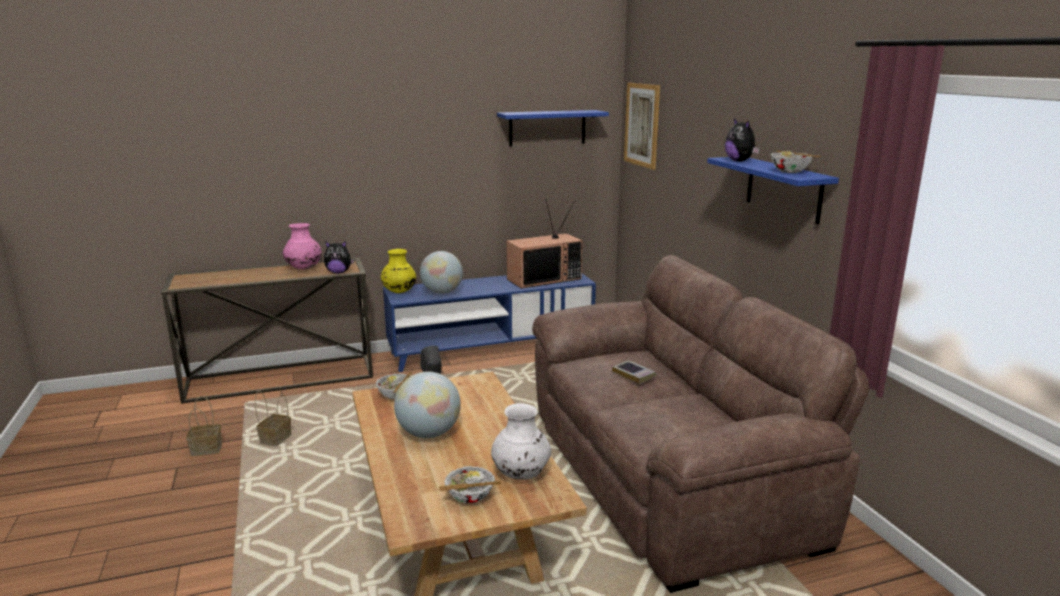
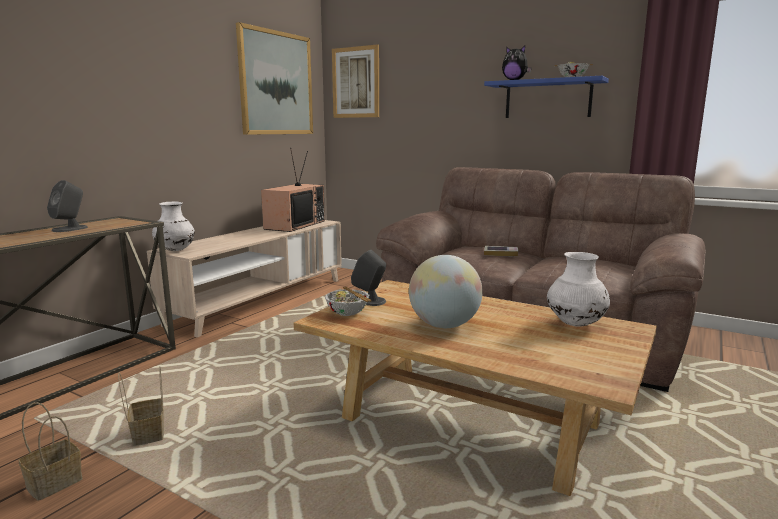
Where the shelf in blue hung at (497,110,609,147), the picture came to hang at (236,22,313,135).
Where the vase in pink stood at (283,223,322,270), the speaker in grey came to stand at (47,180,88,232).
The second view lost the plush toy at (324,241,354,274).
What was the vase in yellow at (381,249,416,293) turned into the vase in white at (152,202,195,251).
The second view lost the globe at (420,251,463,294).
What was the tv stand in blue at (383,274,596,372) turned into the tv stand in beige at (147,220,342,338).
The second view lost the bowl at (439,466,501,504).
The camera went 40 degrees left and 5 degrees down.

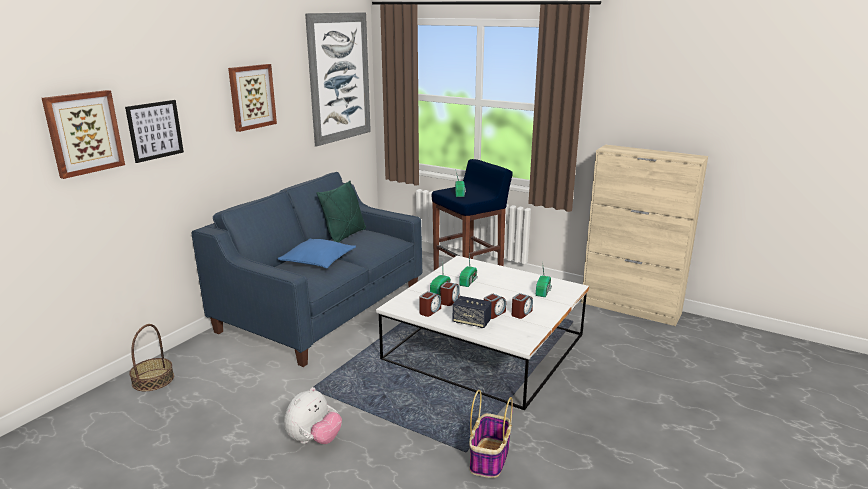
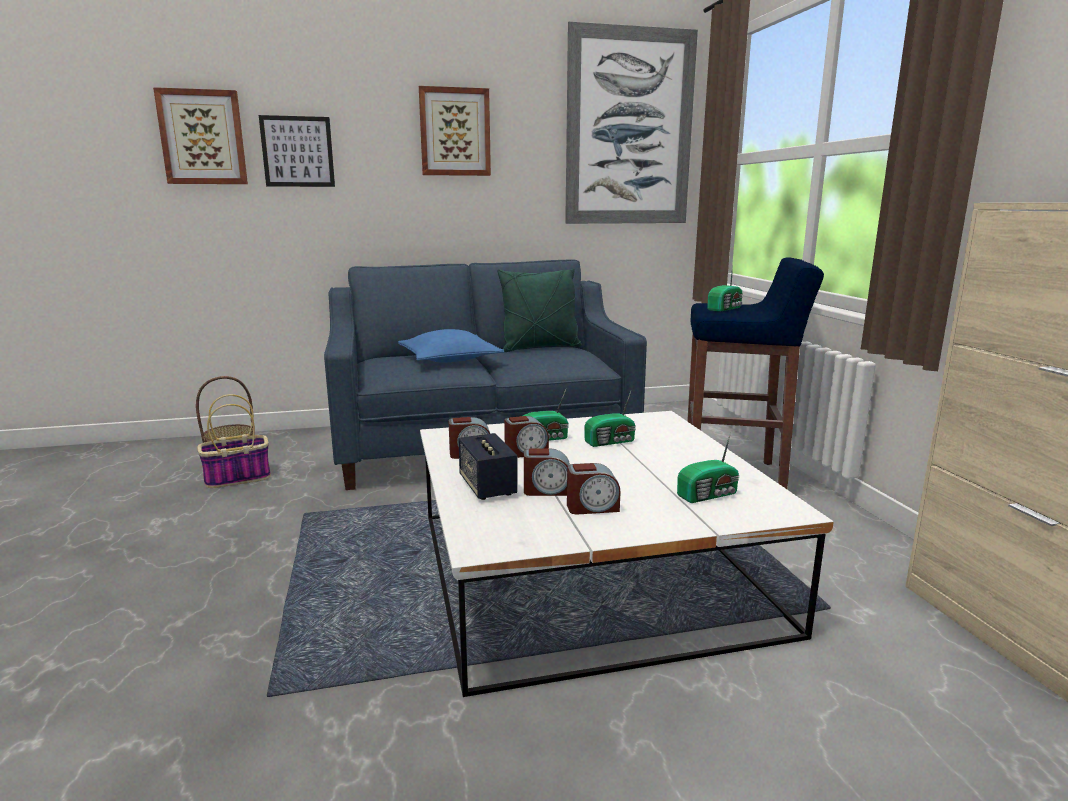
The second view lost the plush toy at (284,387,342,444).
The basket ended up elsewhere, having gone from (469,390,513,478) to (197,394,271,488).
The camera went 45 degrees right and 5 degrees down.

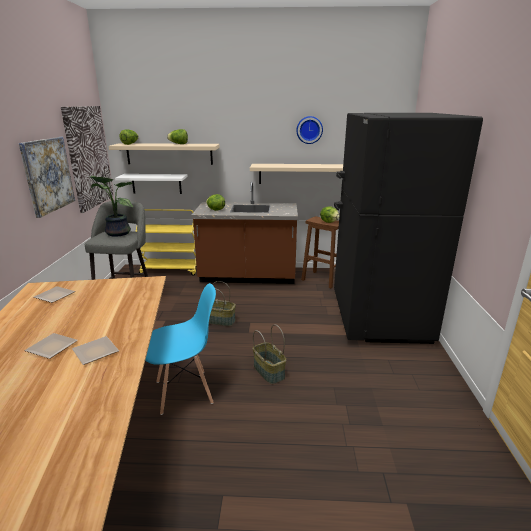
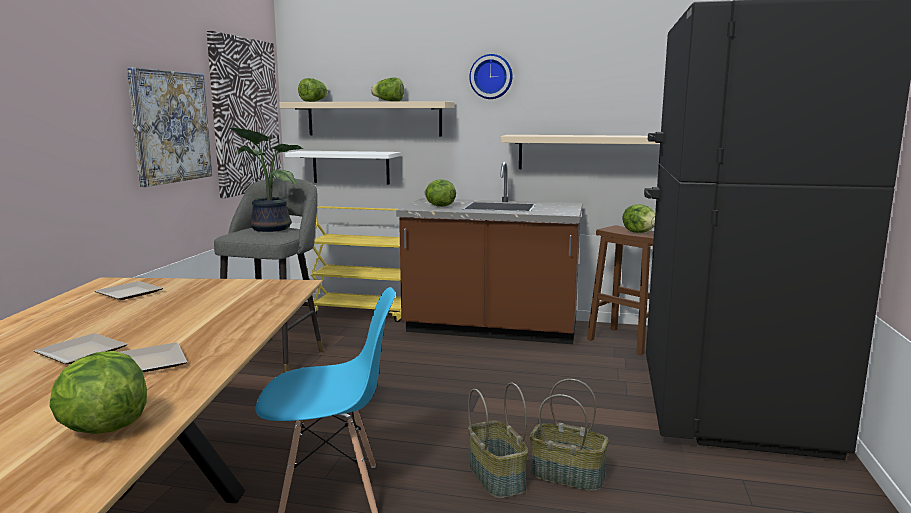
The wall clock ended up elsewhere, having gone from (296,116,323,144) to (469,54,513,99).
The basket ended up elsewhere, having gone from (209,281,236,326) to (530,379,609,491).
The second view gained the lettuce at (49,351,147,434).
The camera went 10 degrees right and 10 degrees down.

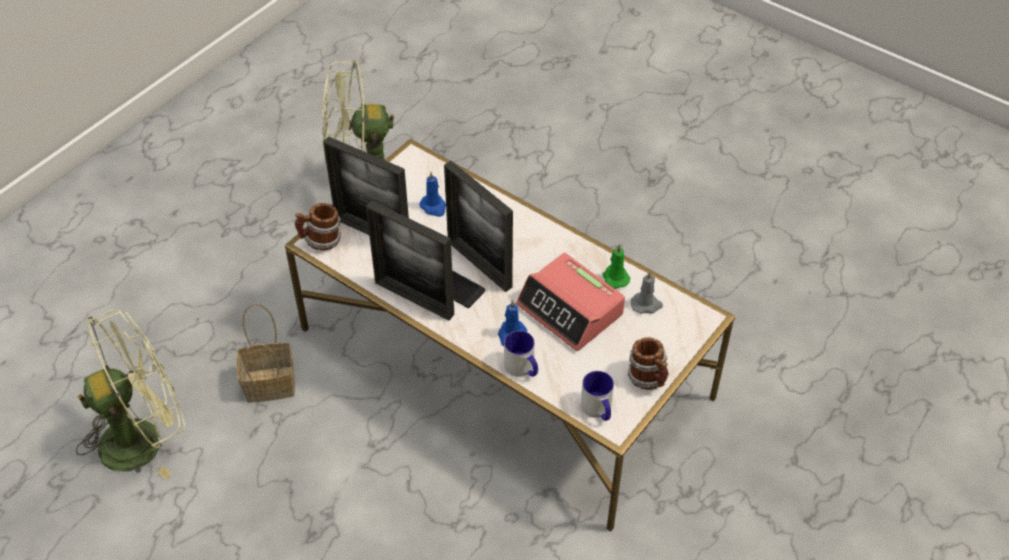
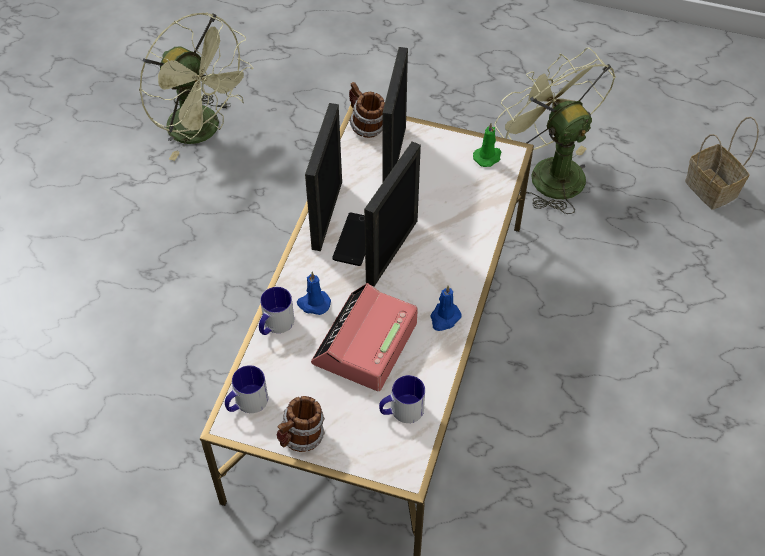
The candle in blue ended up elsewhere, having gone from (419,172,446,217) to (430,285,461,331).
The candle in green ended up elsewhere, having gone from (603,244,631,289) to (473,123,501,167).
Where the candle in grey stood at (631,271,663,314), the mug came to stand at (379,375,425,423).
The basket ended up elsewhere, having gone from (237,304,295,403) to (685,117,759,210).
The camera went 70 degrees right and 5 degrees up.

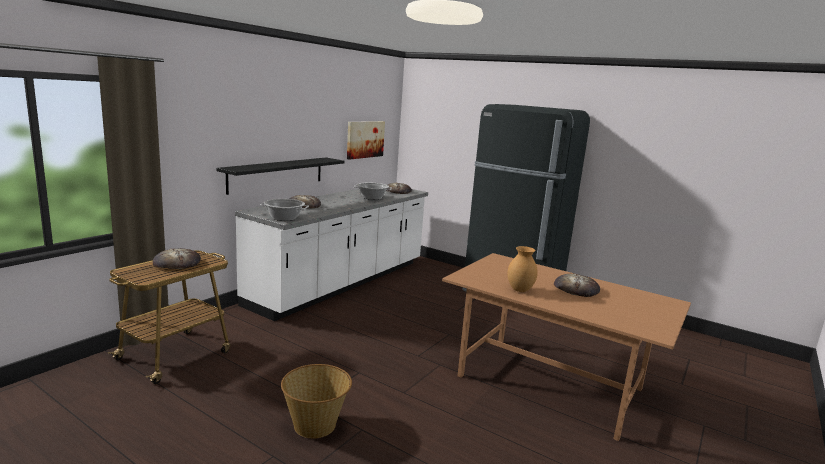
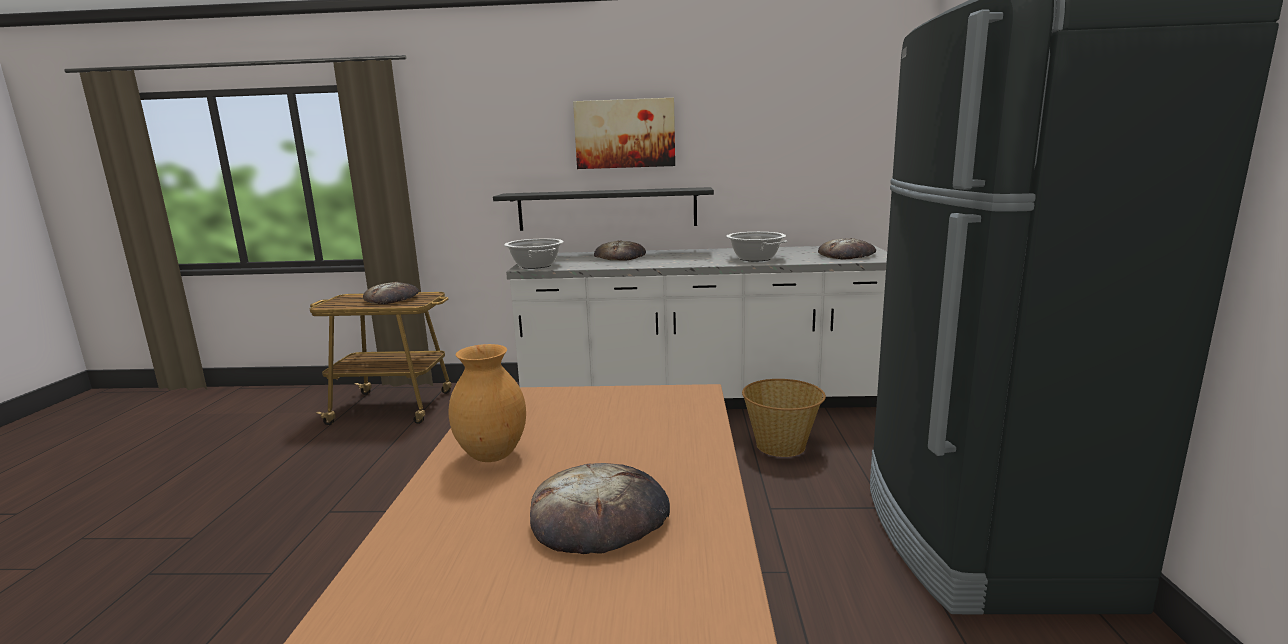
The picture ended up elsewhere, having gone from (347,121,385,160) to (573,98,675,169).
The basket ended up elsewhere, having gone from (281,364,352,438) to (742,379,826,457).
The camera went 60 degrees right and 0 degrees up.

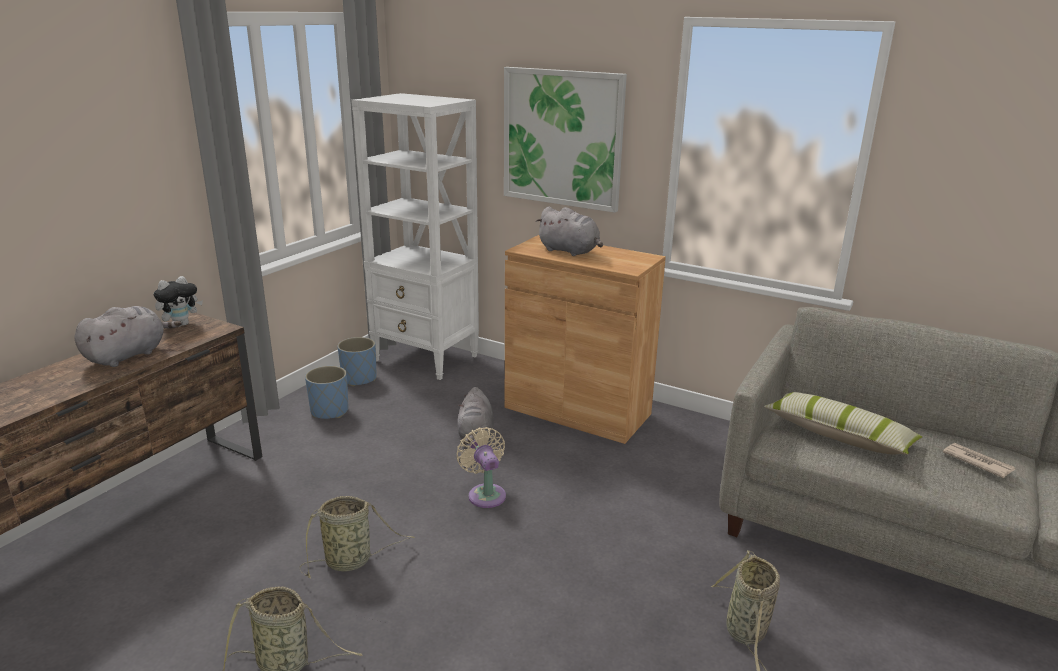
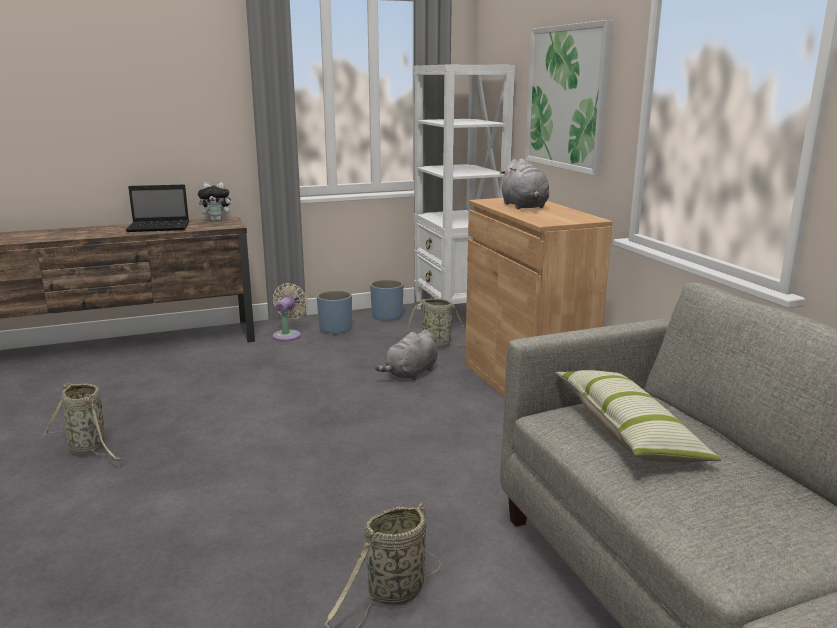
Where the plush toy in grey stood at (74,306,182,367), the laptop came to stand at (126,185,189,232).
The fan in beige ended up elsewhere, having gone from (456,427,506,508) to (272,283,308,341).
The second view lost the newspaper at (943,443,1015,478).
The basket ended up elsewhere, having gone from (300,496,415,578) to (406,298,466,348).
The camera went 40 degrees right and 5 degrees down.

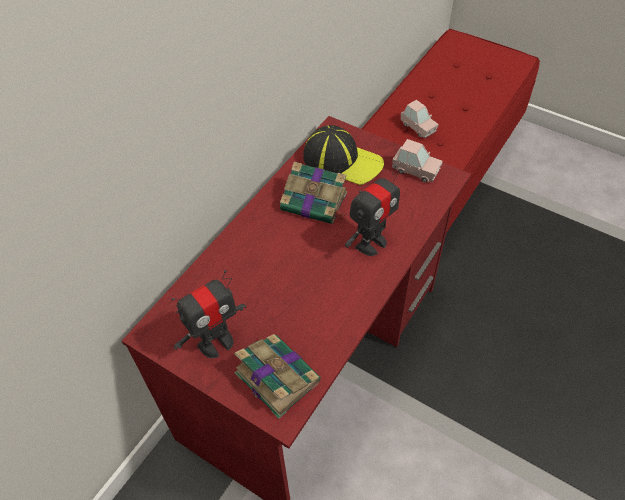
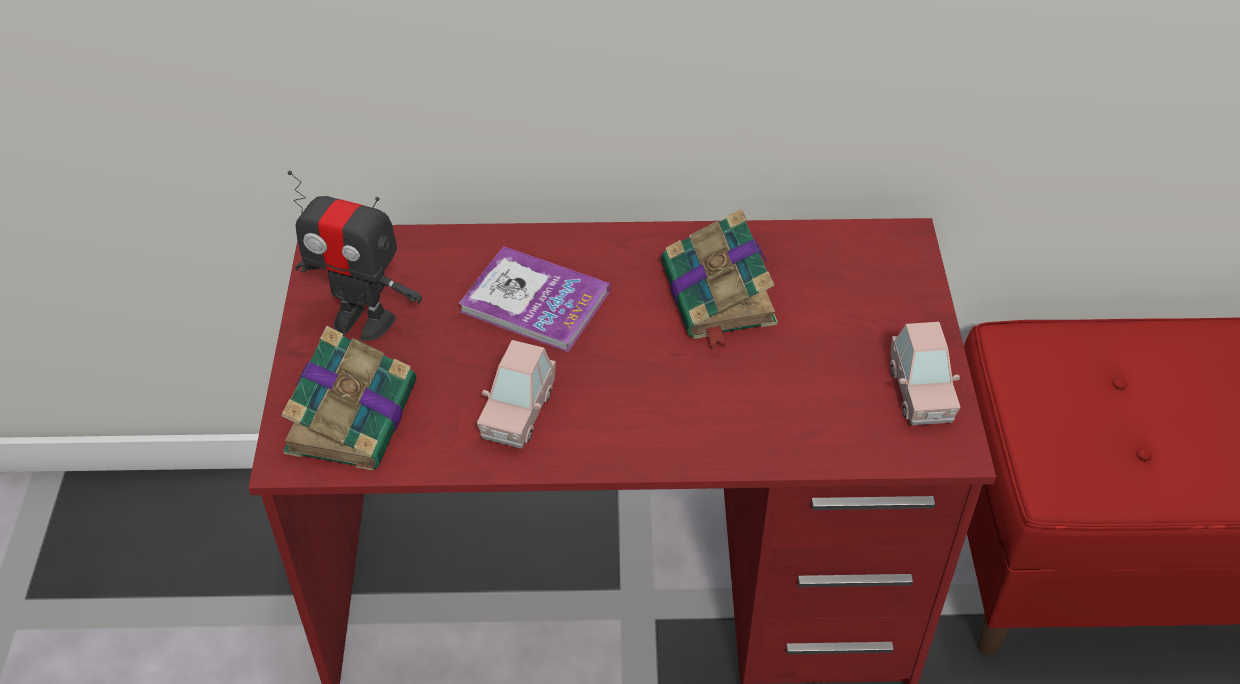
The toy car in pink ended up elsewhere, having gone from (401,100,439,138) to (477,340,556,448).
The second view lost the cap at (303,125,384,185).
The second view lost the toy robot at (345,165,400,256).
The second view gained the book at (458,246,610,352).
The camera went 55 degrees right and 5 degrees down.

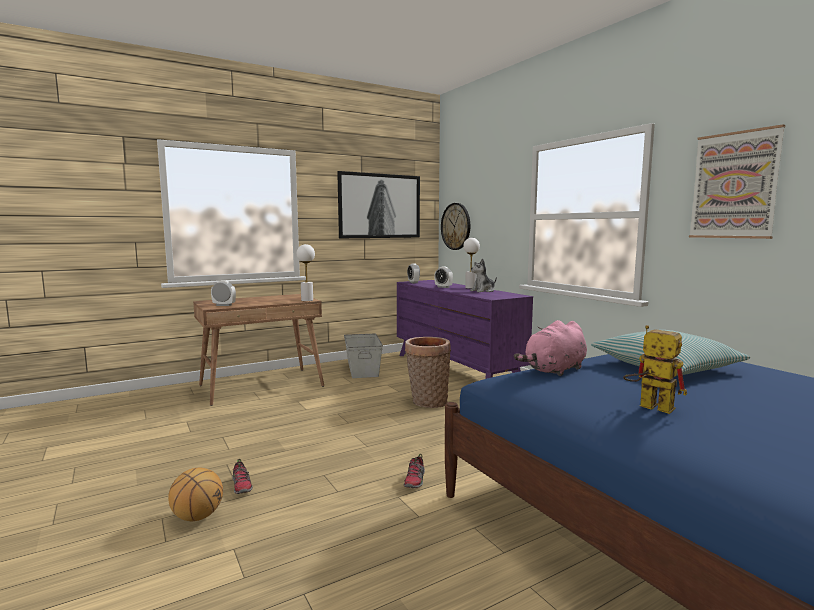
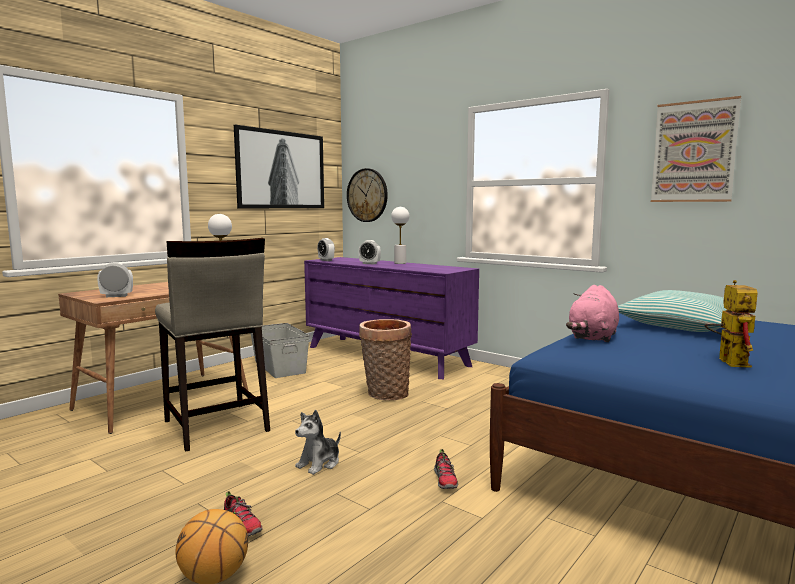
The plush toy ended up elsewhere, having gone from (470,259,497,292) to (295,410,341,475).
The toy robot at (623,325,687,414) ended up facing another way, 75 degrees clockwise from before.
The second view gained the stool in beige at (155,238,270,452).
The camera went 20 degrees left and 0 degrees up.

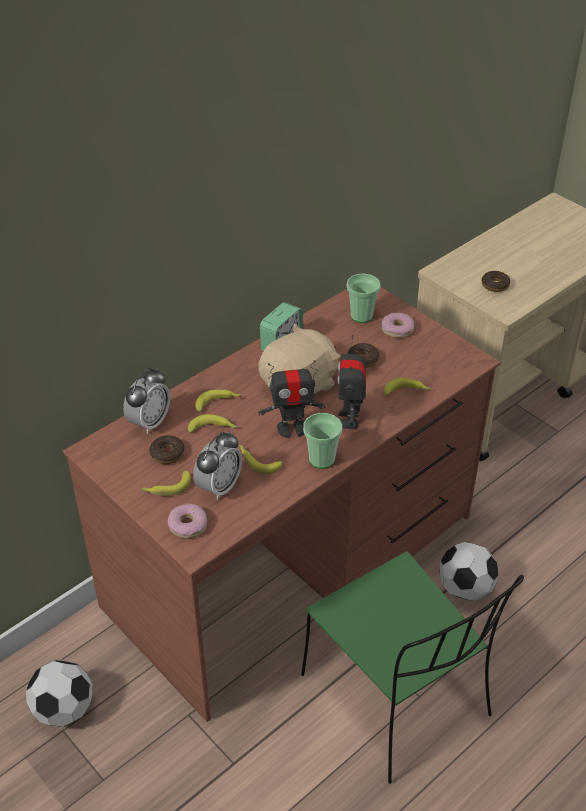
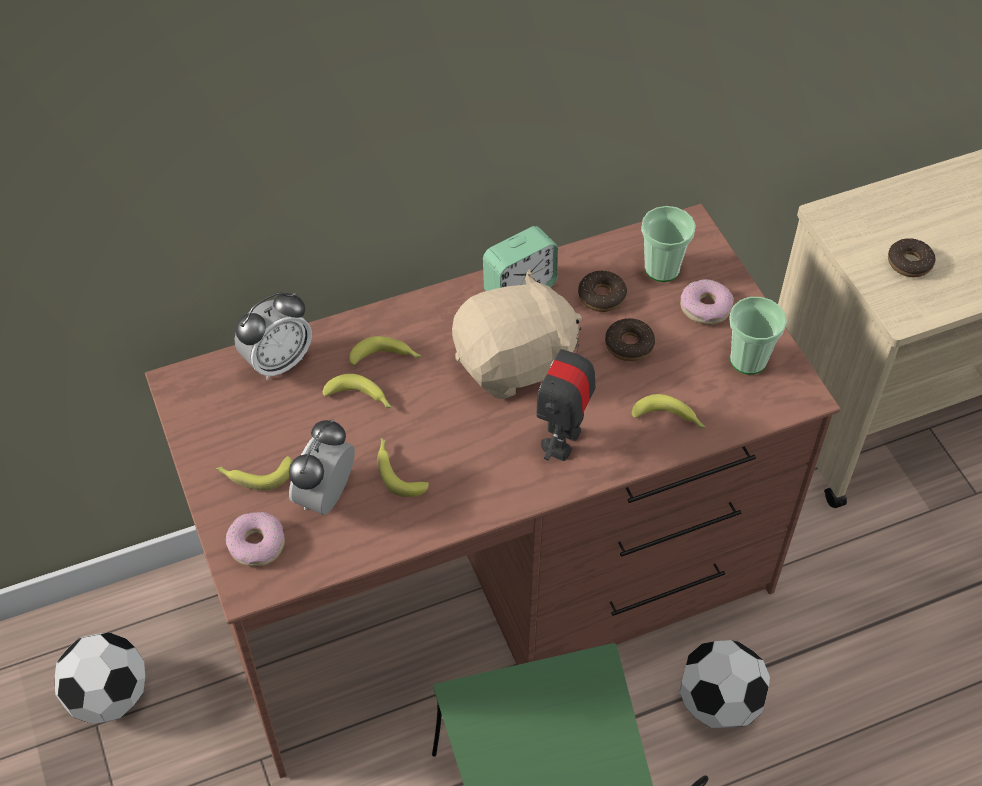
The second view lost the toy robot at (258,360,325,438).
The cup ended up elsewhere, having gone from (303,413,342,469) to (729,297,787,375).
The alarm clock at (193,431,242,500) ended up facing another way, 150 degrees clockwise from before.
The donut ended up elsewhere, having gone from (149,435,185,464) to (578,271,627,312).
The camera went 20 degrees right and 10 degrees up.

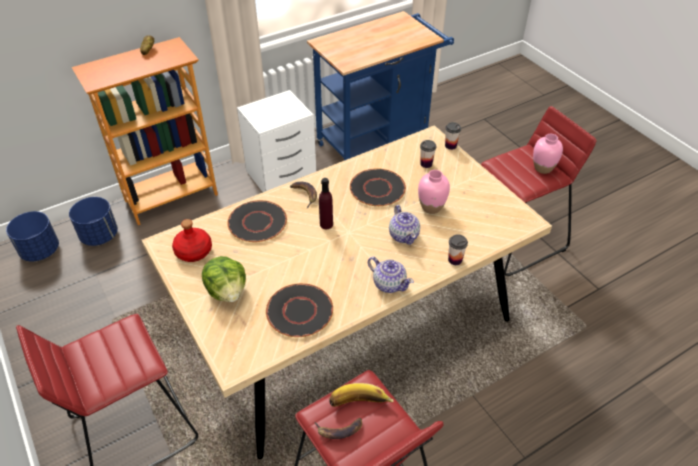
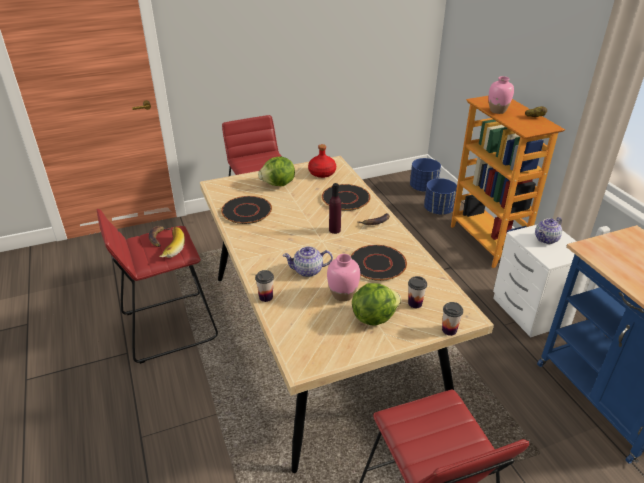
The vase in pink ended up elsewhere, having gone from (533,134,563,174) to (489,76,514,114).
The teapot ended up elsewhere, having gone from (368,257,414,293) to (535,217,562,244).
The second view gained the lettuce at (352,283,401,326).
The camera went 100 degrees right and 10 degrees down.

